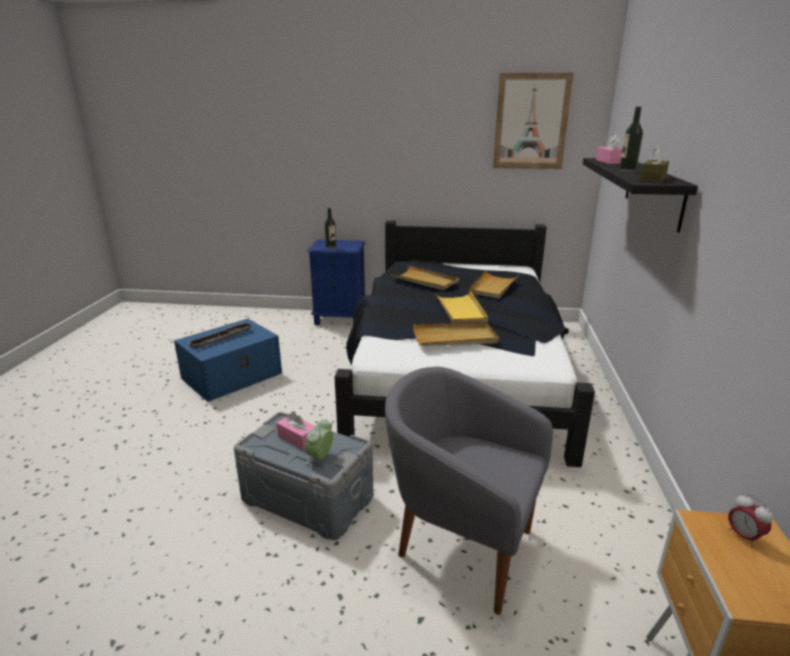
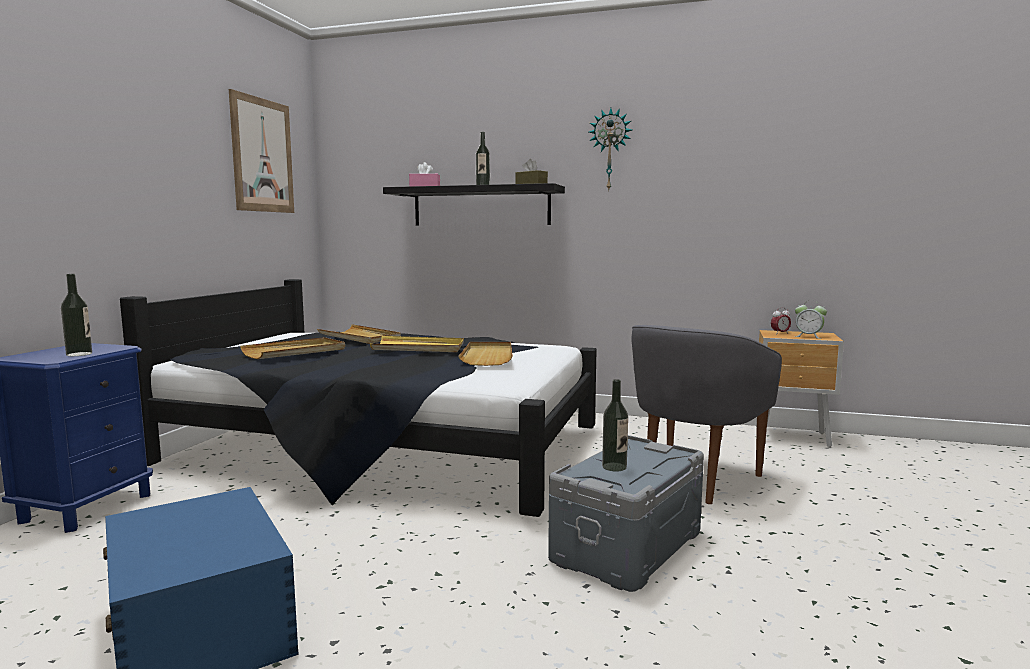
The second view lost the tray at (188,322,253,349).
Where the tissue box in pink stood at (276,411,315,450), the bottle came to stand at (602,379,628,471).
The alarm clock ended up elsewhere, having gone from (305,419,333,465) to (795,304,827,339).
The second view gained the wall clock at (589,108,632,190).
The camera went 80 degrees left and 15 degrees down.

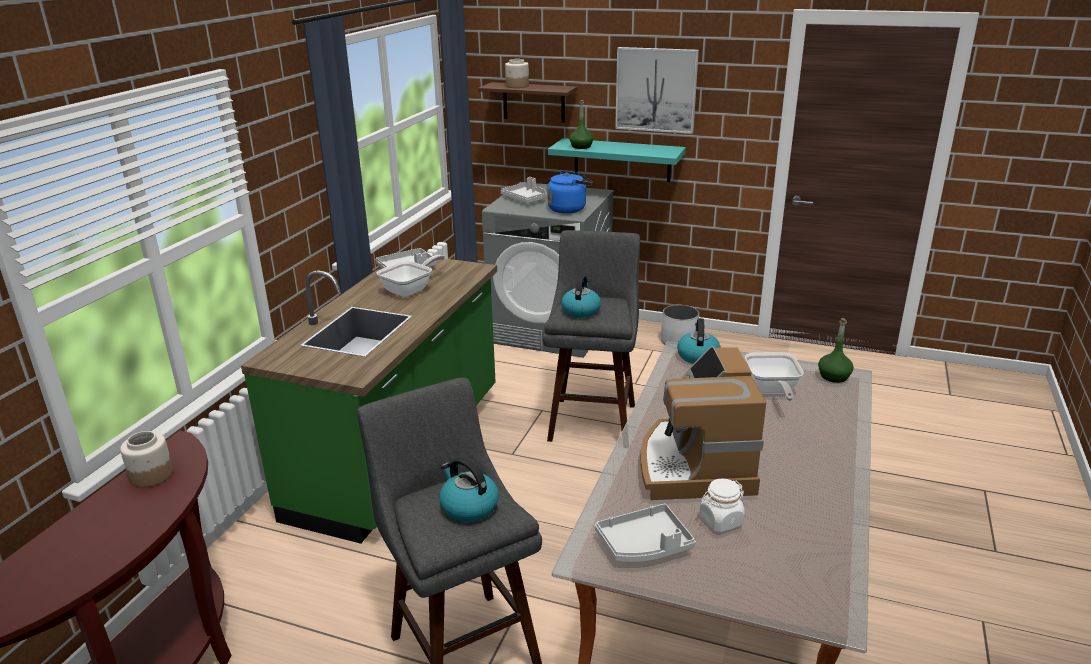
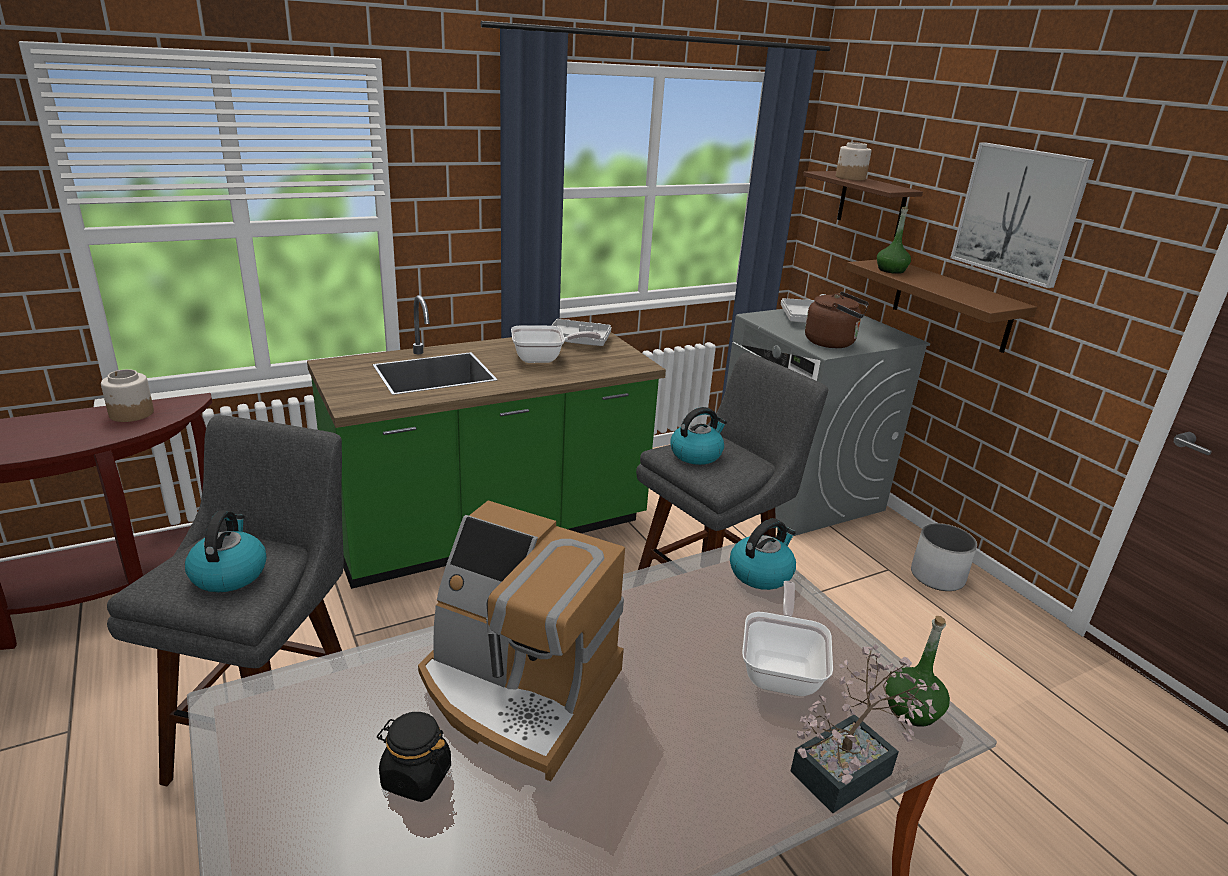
What was the shelf in turquoise at (548,138,686,182) turned into the shelf in brown at (846,260,1037,353).
What was the kettle in blue at (547,171,593,213) turned into the kettle in brown at (805,291,869,348).
The coffee machine at (640,346,766,500) ended up facing another way, 105 degrees counterclockwise from before.
The frying pan at (745,352,804,401) ended up facing another way, 150 degrees clockwise from before.
What was the jar in white at (699,478,745,532) turned into the jar in black at (377,712,451,802).
The second view lost the tray in grey at (595,504,696,562).
The second view gained the potted plant at (790,644,939,813).
The camera went 40 degrees right and 0 degrees up.

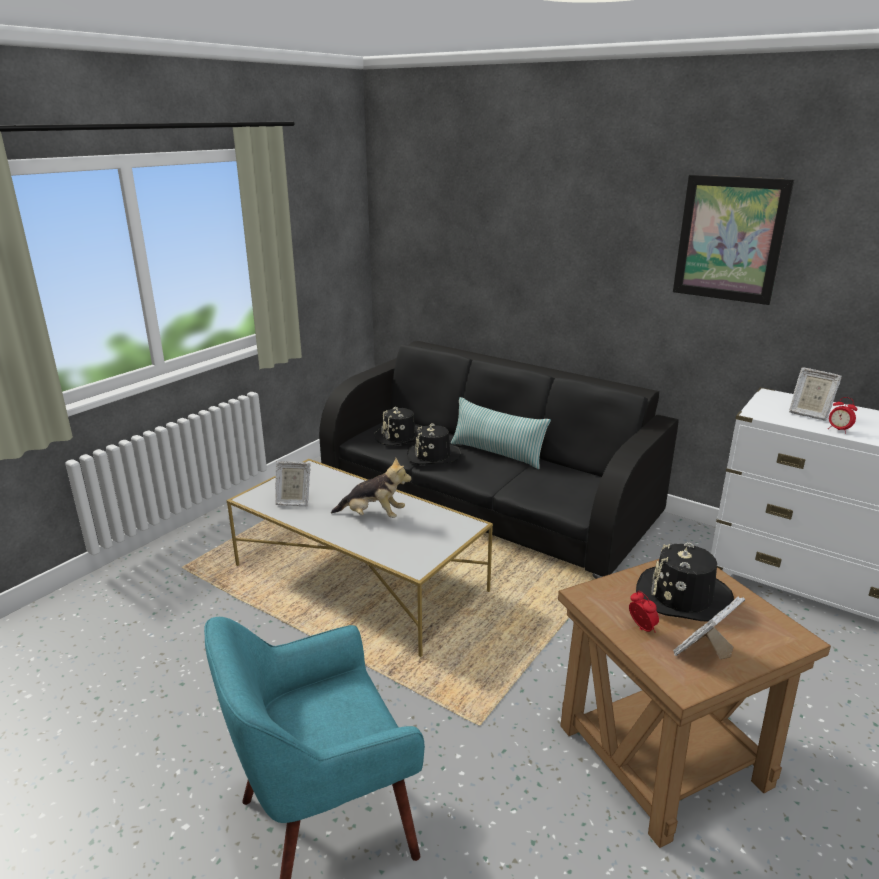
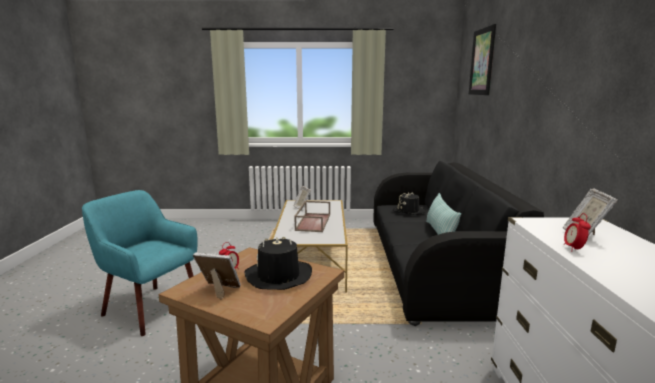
The picture ended up elsewhere, having gone from (673,175,794,305) to (469,24,496,95).
The second view lost the hat in black at (407,424,461,464).
Where the plush toy stood at (331,458,412,518), the tray in brown came to stand at (294,201,330,232).
The camera went 55 degrees right and 10 degrees down.

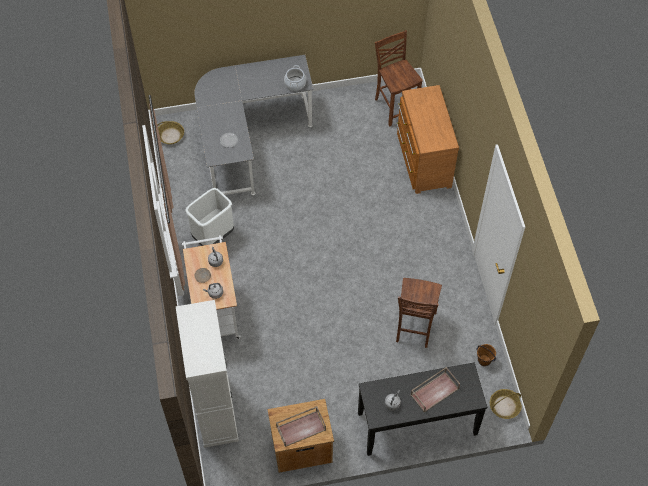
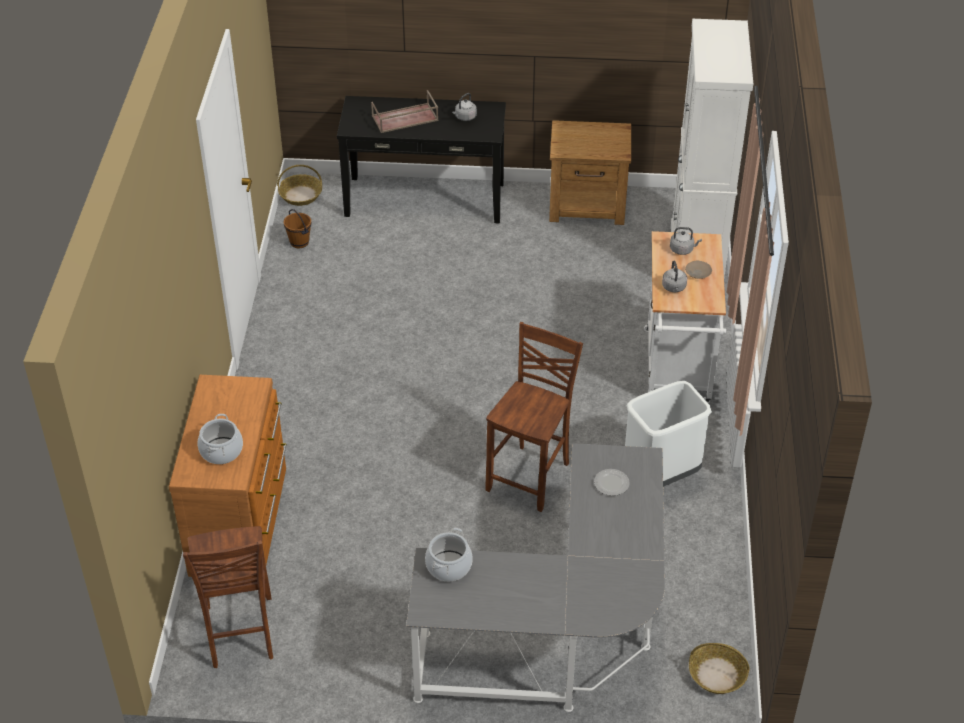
The chair in brown ended up elsewhere, having gone from (396,278,442,348) to (485,322,583,512).
The second view lost the tray in brown at (276,406,326,447).
The second view gained the cooking pot at (197,414,243,464).
The camera went 165 degrees left and 15 degrees down.

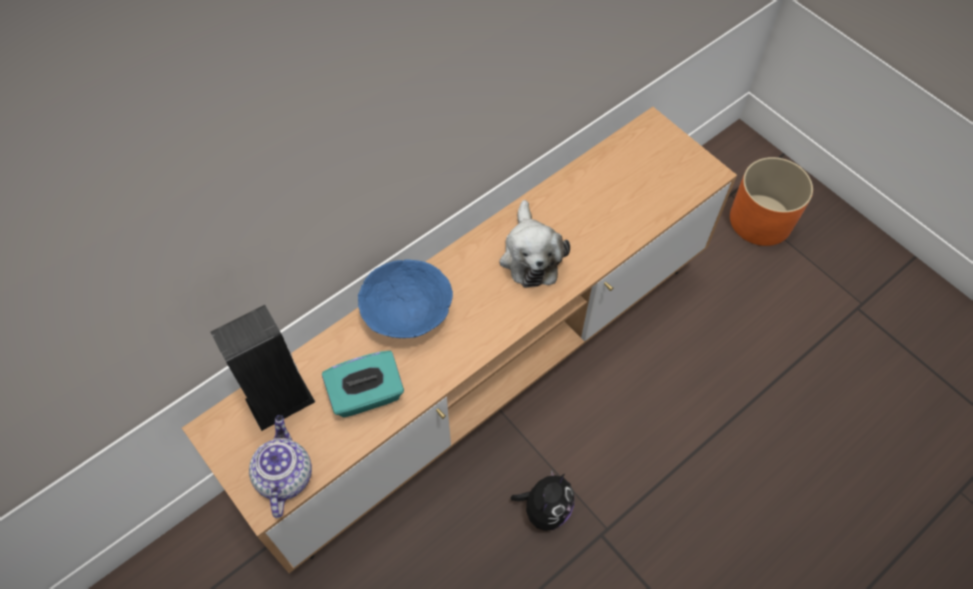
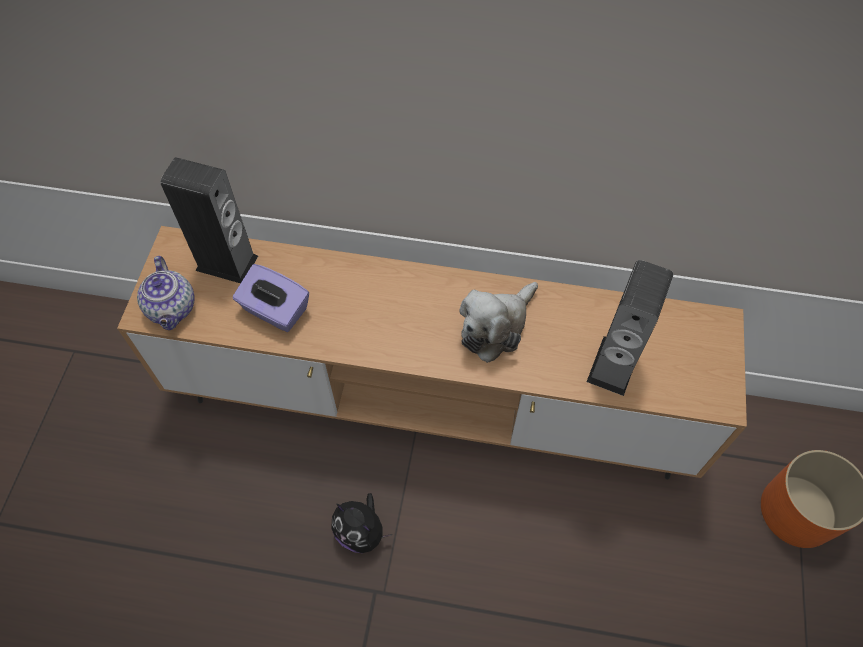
The second view lost the bowl in blue at (358,260,453,338).
What was the tissue box in turquoise at (322,351,404,417) turned into the tissue box in purple at (233,264,309,332).
The teapot at (249,415,312,518) ended up facing another way, 120 degrees clockwise from before.
The plush toy at (511,470,574,531) ended up facing another way, 45 degrees clockwise from before.
The second view gained the speaker at (587,260,673,396).
The camera went 50 degrees right and 0 degrees up.

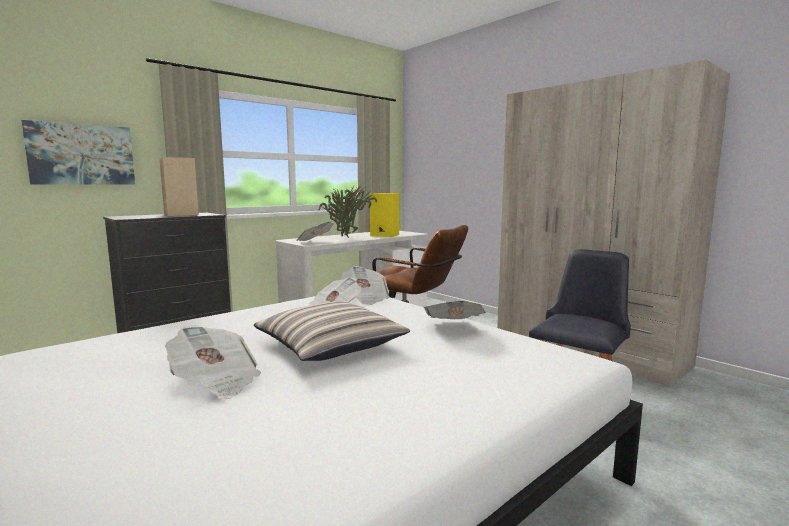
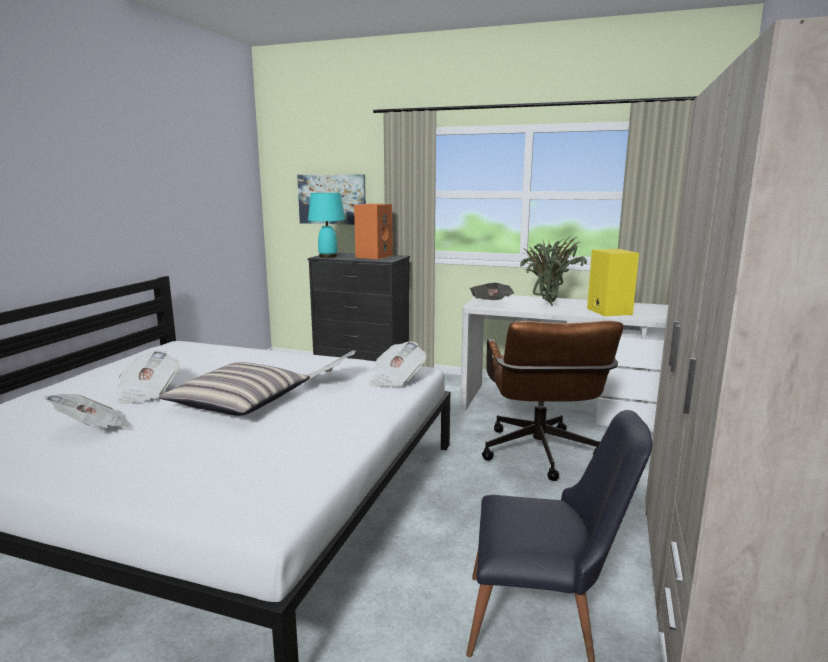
What was the speaker in beige at (159,157,199,216) turned into the speaker in orange at (354,204,393,259).
The newspaper ended up elsewhere, having gone from (423,301,486,319) to (44,394,133,428).
The second view gained the table lamp in turquoise at (308,193,345,258).
The camera went 60 degrees right and 5 degrees up.

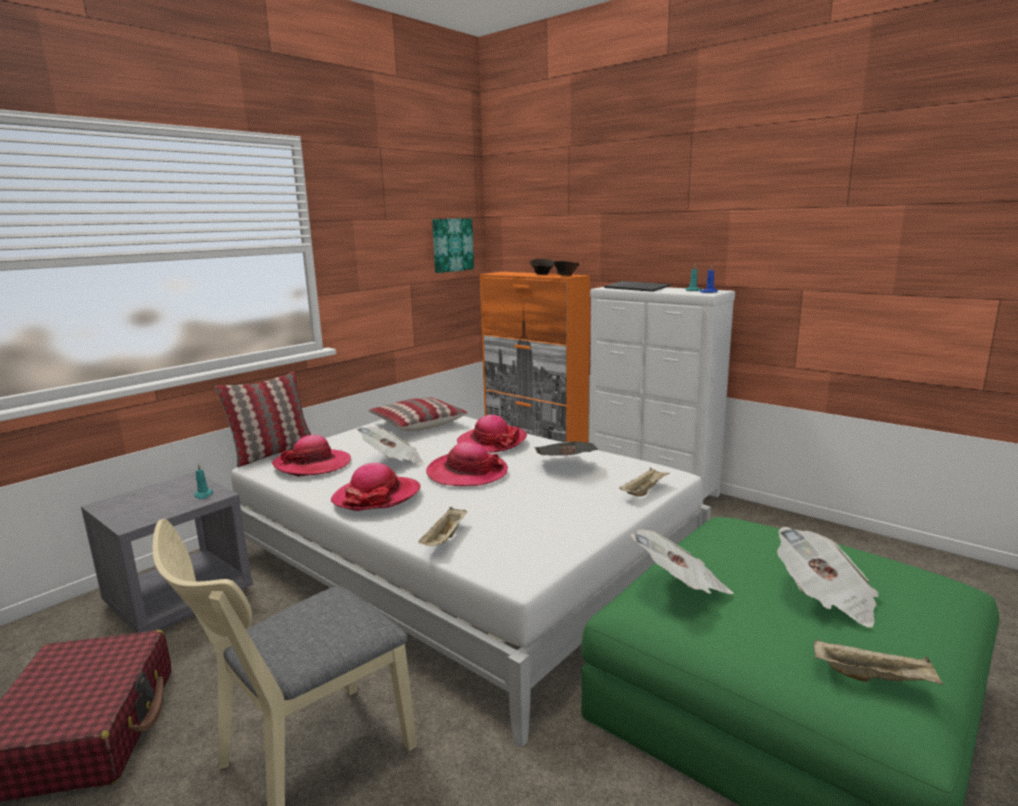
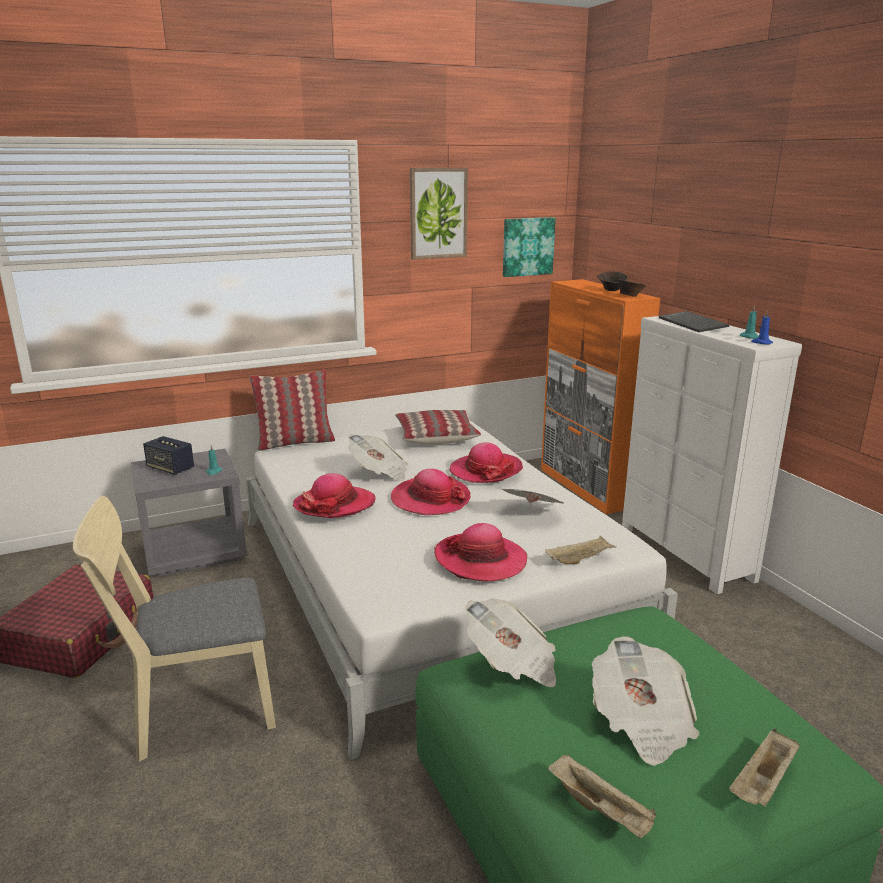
The hat ended up elsewhere, having gone from (272,435,351,477) to (434,523,527,582).
The tray in beige ended up elsewhere, having gone from (418,507,467,546) to (729,729,800,807).
The second view gained the picture at (410,168,468,260).
The second view gained the speaker at (143,436,194,475).
The camera went 25 degrees right and 5 degrees up.

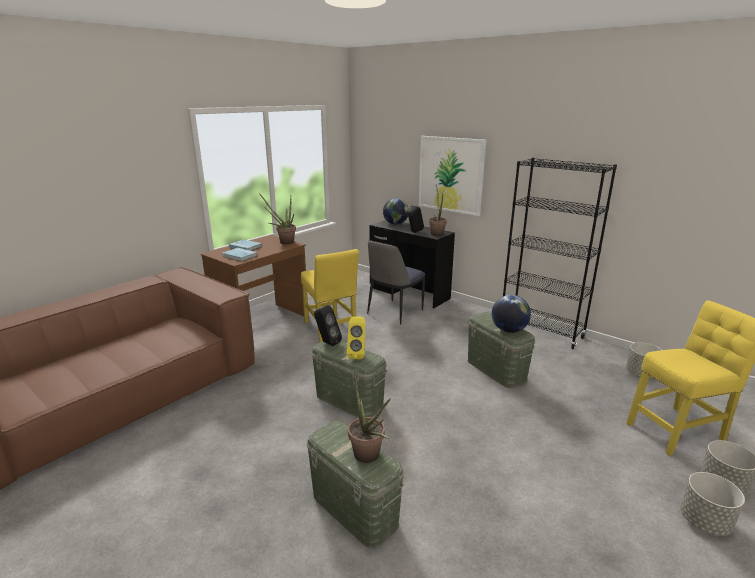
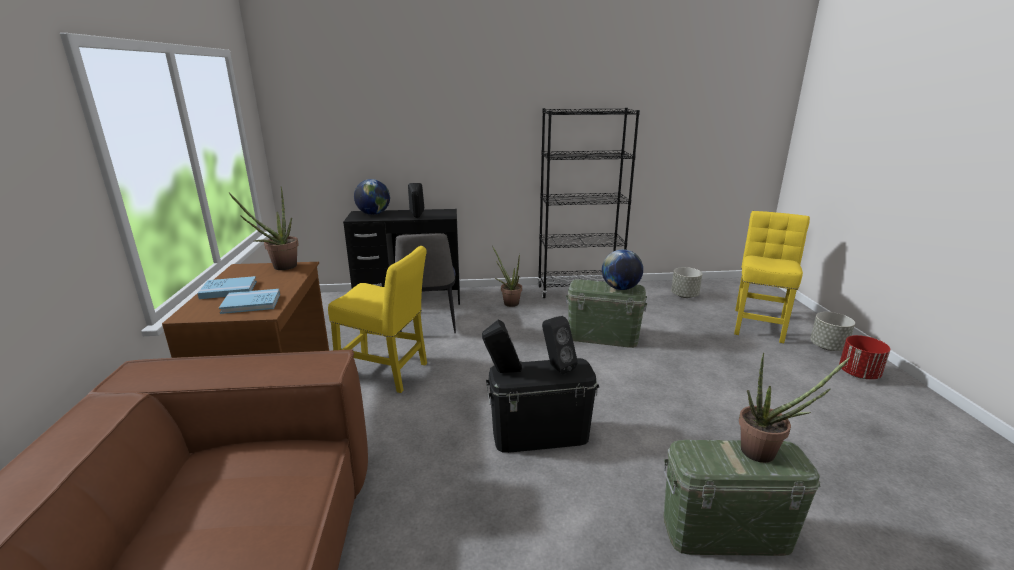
The second view lost the picture at (419,136,486,216).
The potted plant ended up elsewhere, having gone from (429,185,447,236) to (492,246,522,307).
What was the speaker in yellow at (347,316,365,359) turned into the speaker in black at (542,316,578,374).
What was the storage box in green at (312,341,387,418) turned into the storage box in black at (486,358,599,453).
What was the planter in grey at (680,472,745,536) turned into the planter in red at (839,335,890,380).
The camera went 45 degrees left and 0 degrees up.

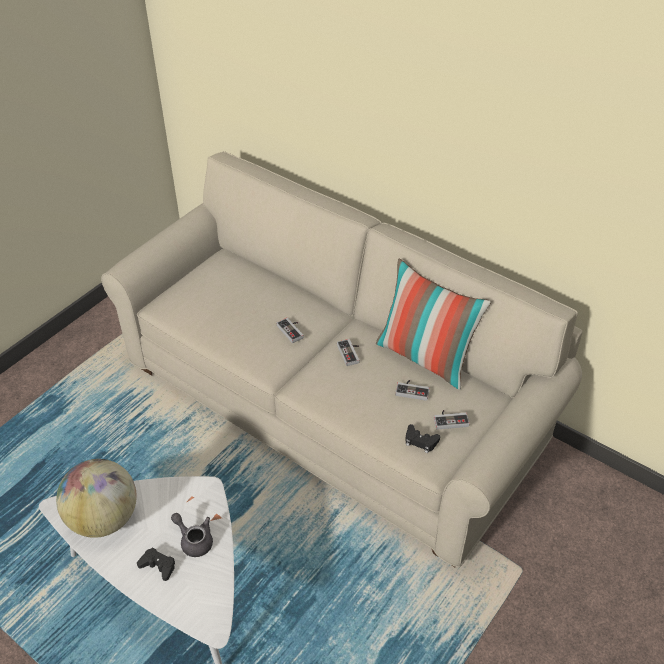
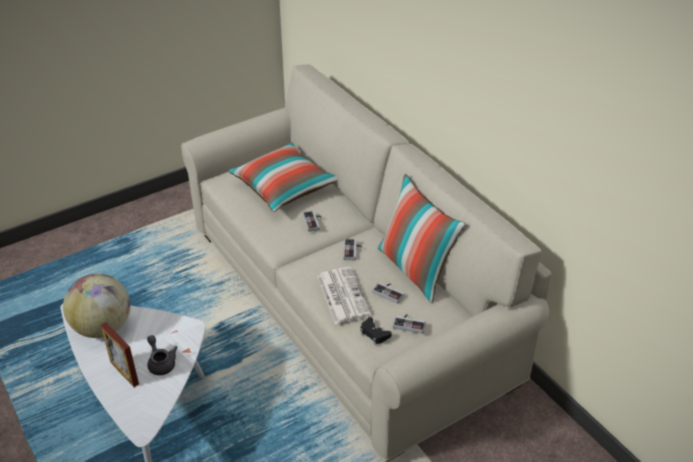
Where the game controller in black stood at (137,548,175,581), the picture frame came to stand at (101,322,139,387).
The second view gained the pillow at (228,142,338,212).
The second view gained the newspaper at (317,267,372,324).
The camera went 20 degrees right and 5 degrees down.

